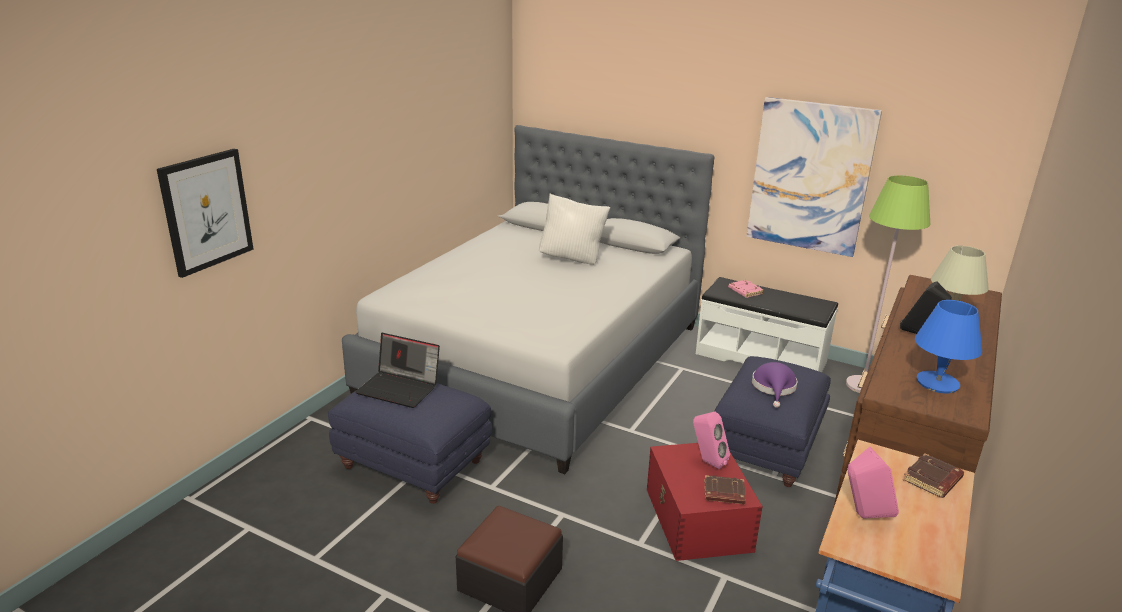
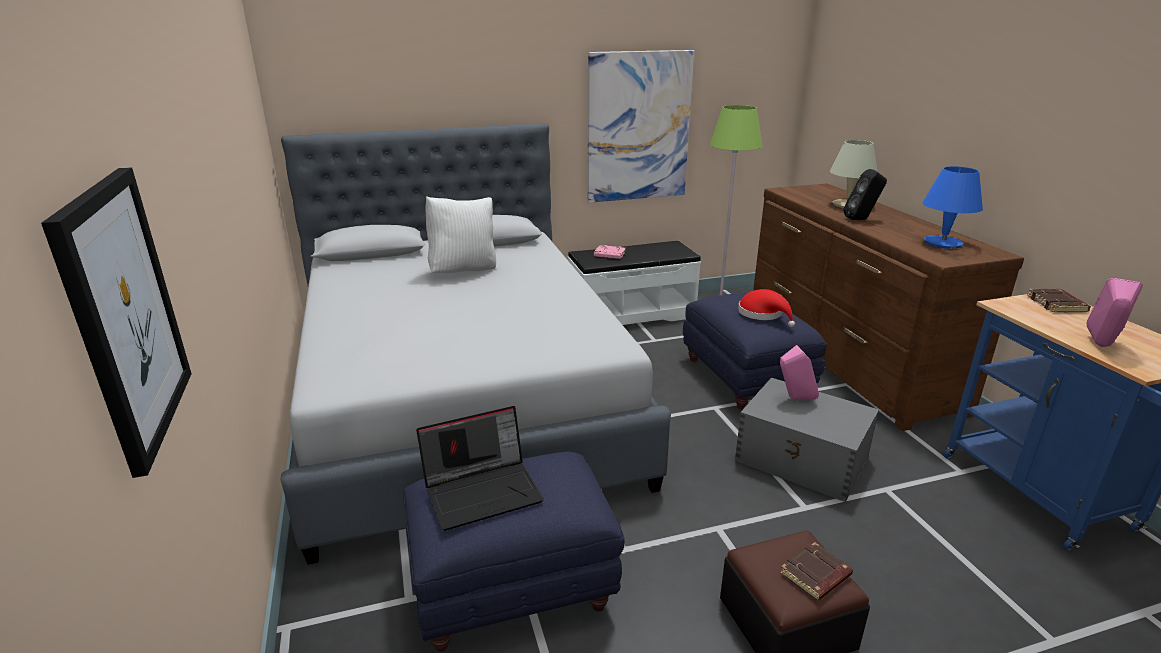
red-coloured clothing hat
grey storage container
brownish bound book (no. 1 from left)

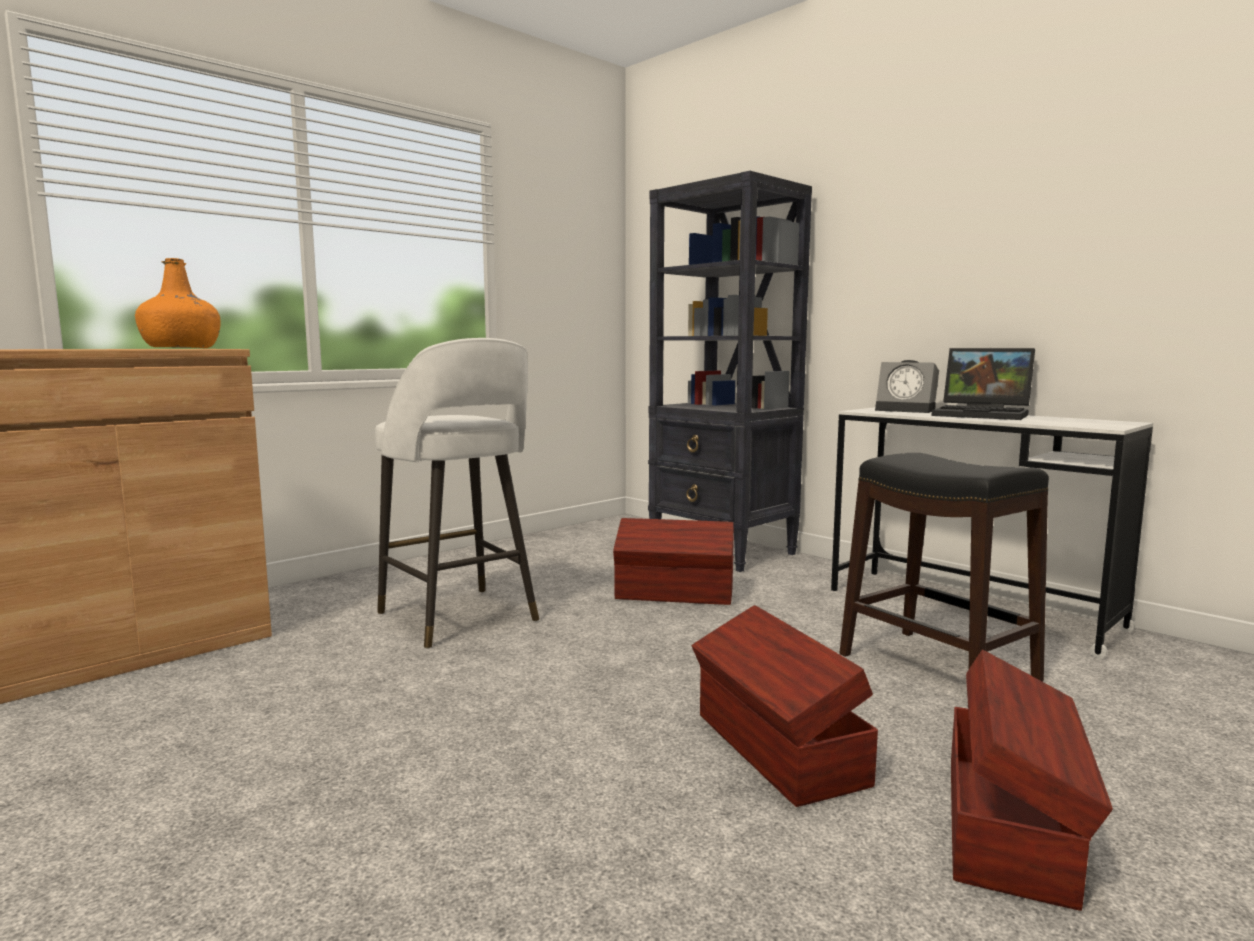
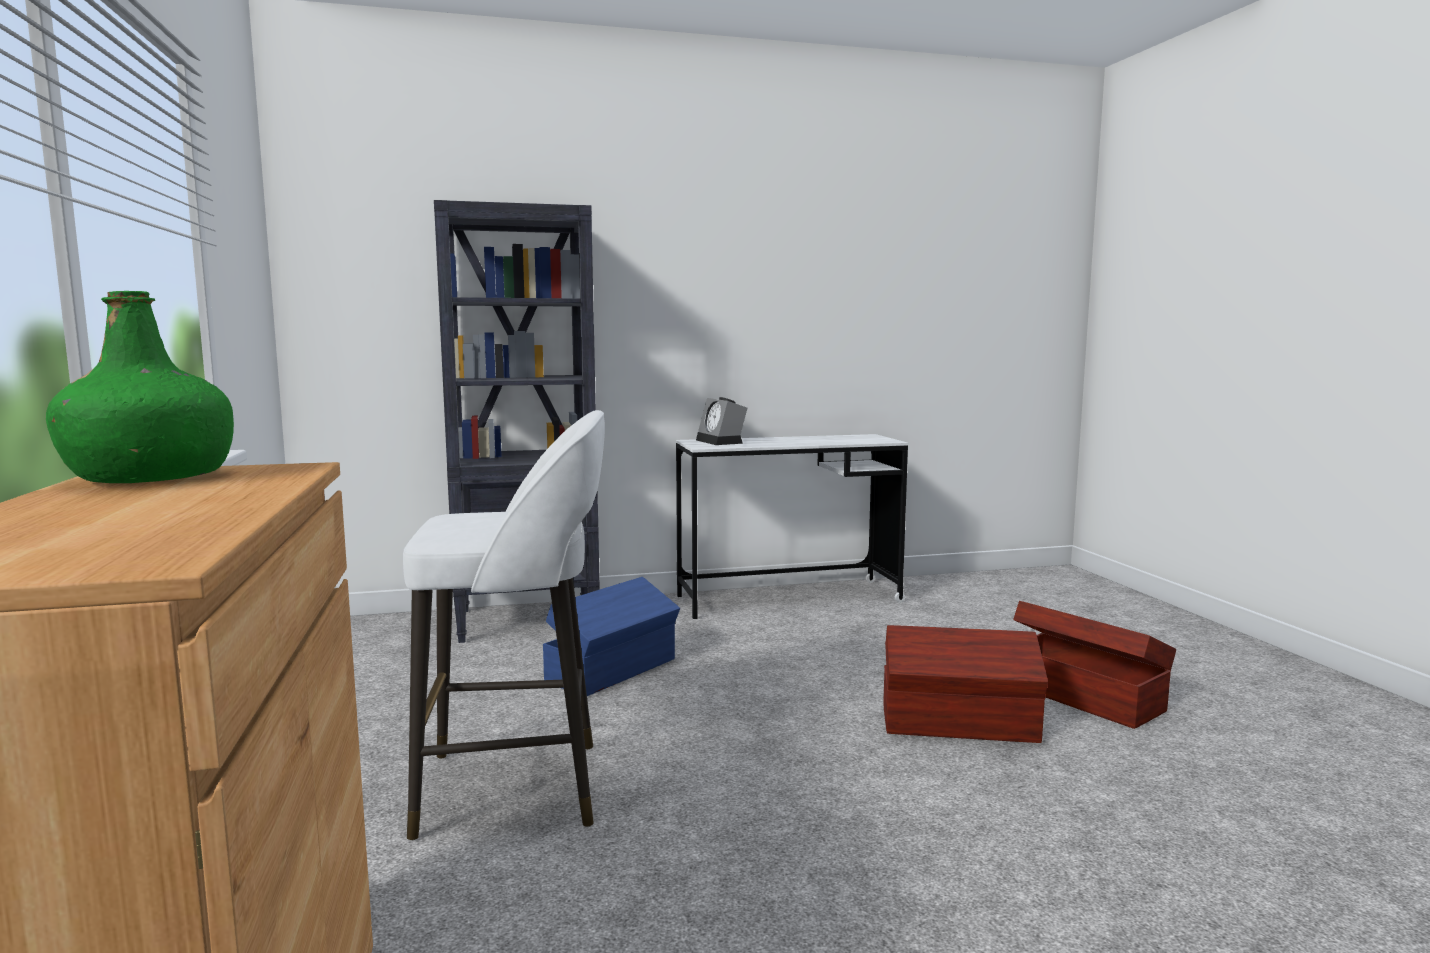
green-coloured drink bottle
laptop
bedside clock
blackish sitting stool
bluish storage container

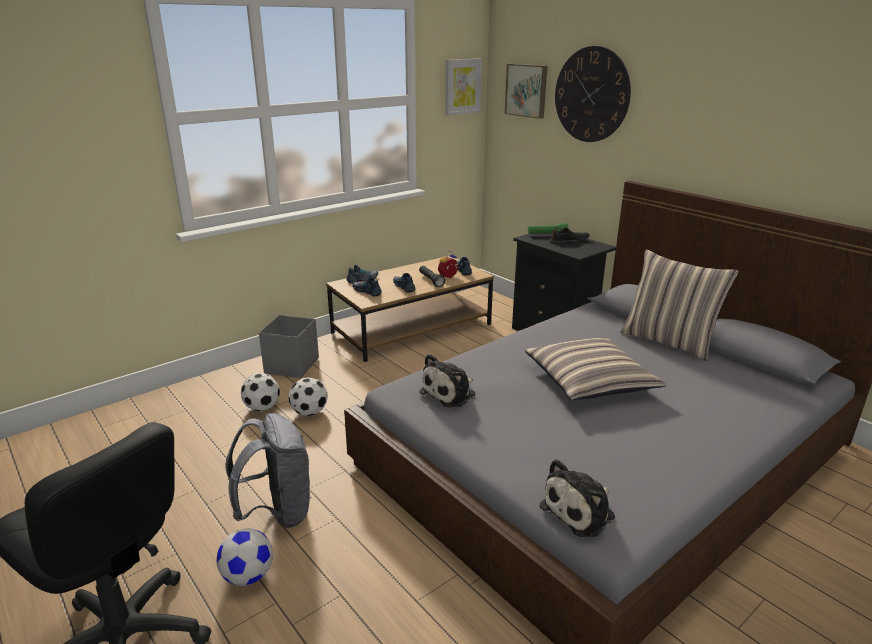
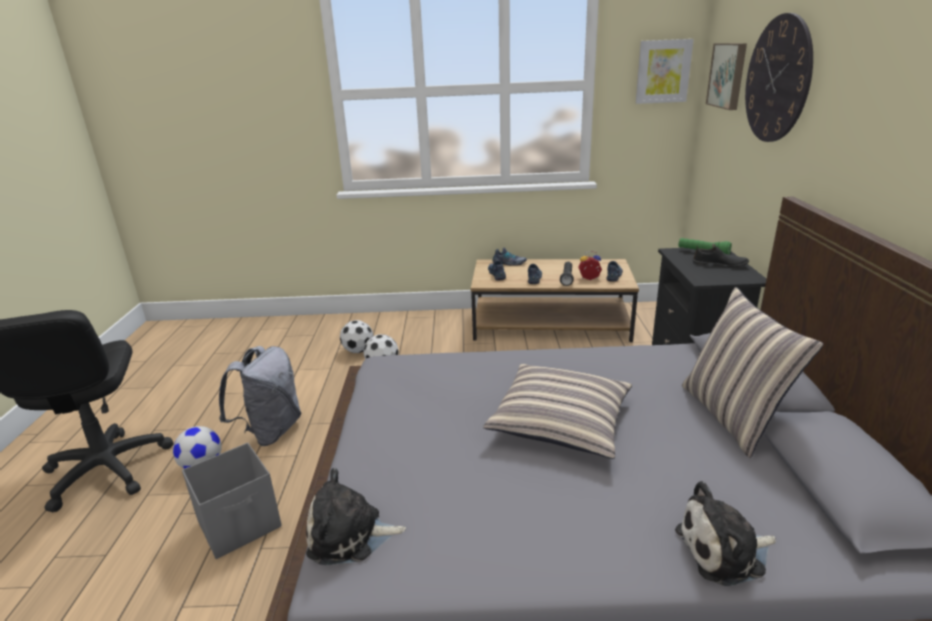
grey storage container
soft toy (no. 2 from left)

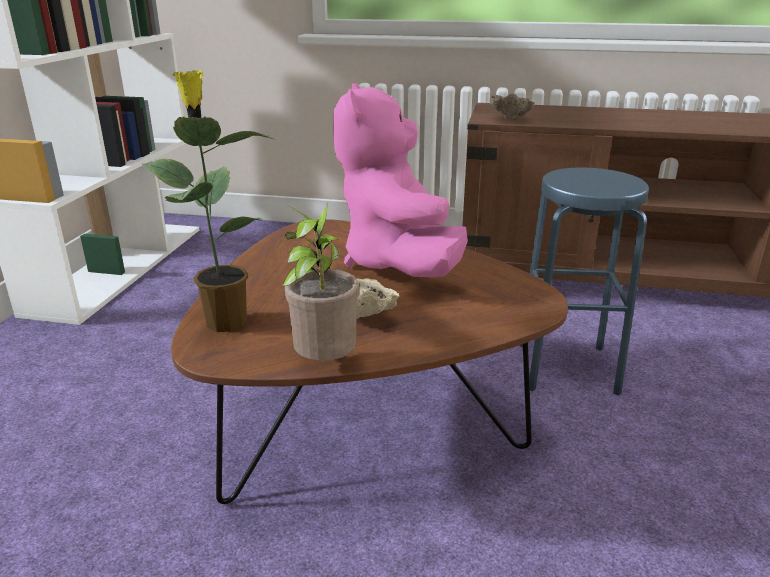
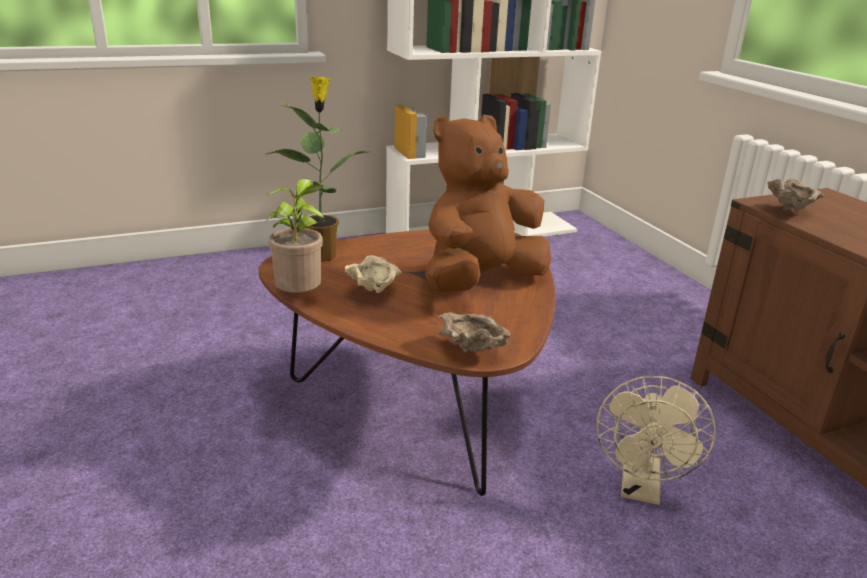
brownish soft toy
sand-coloured cooling fan
sand-coloured deep dish (no. 2 from left)

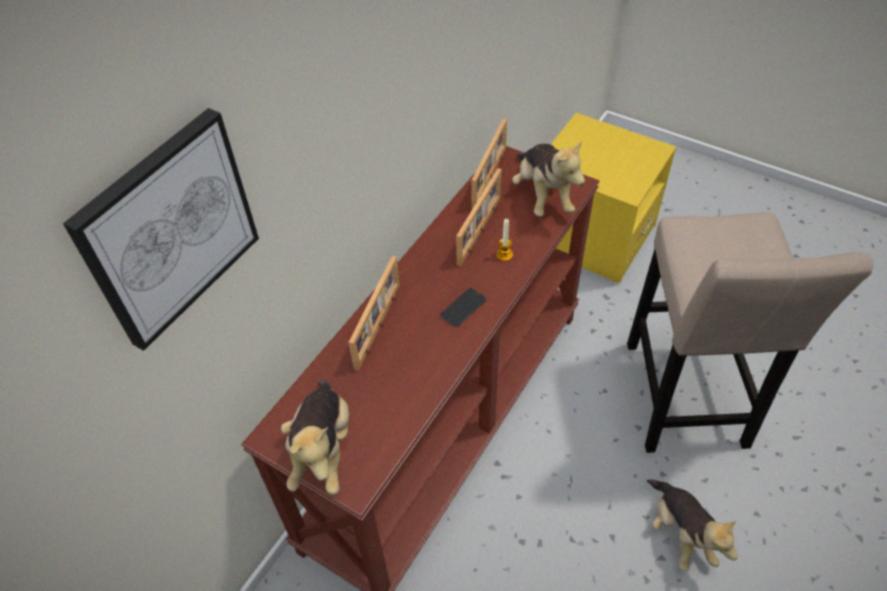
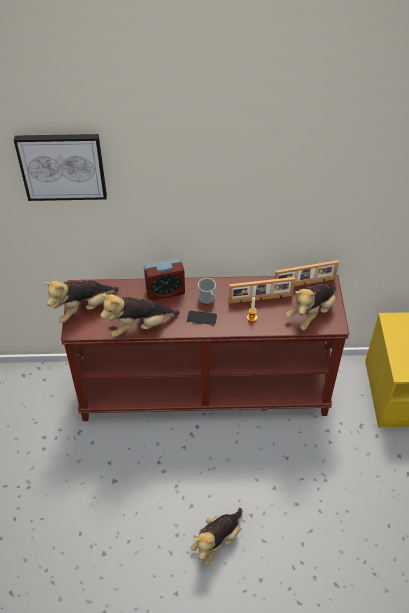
sand-coloured sitting stool
bedside clock
tea mug
soft toy (no. 2 from left)

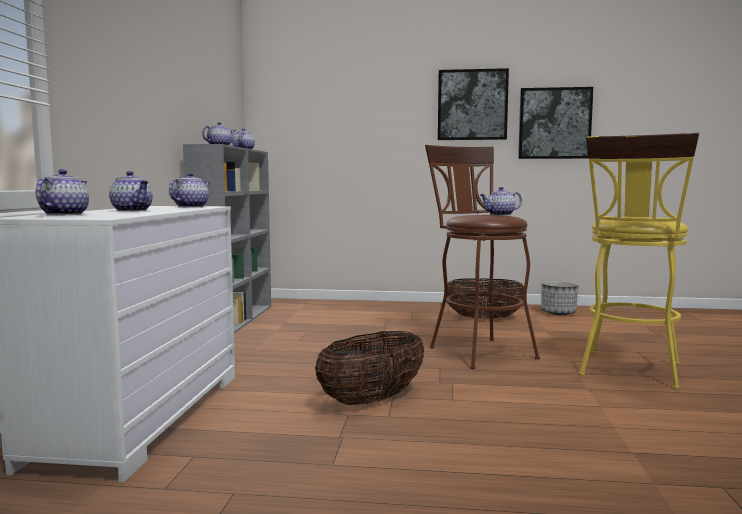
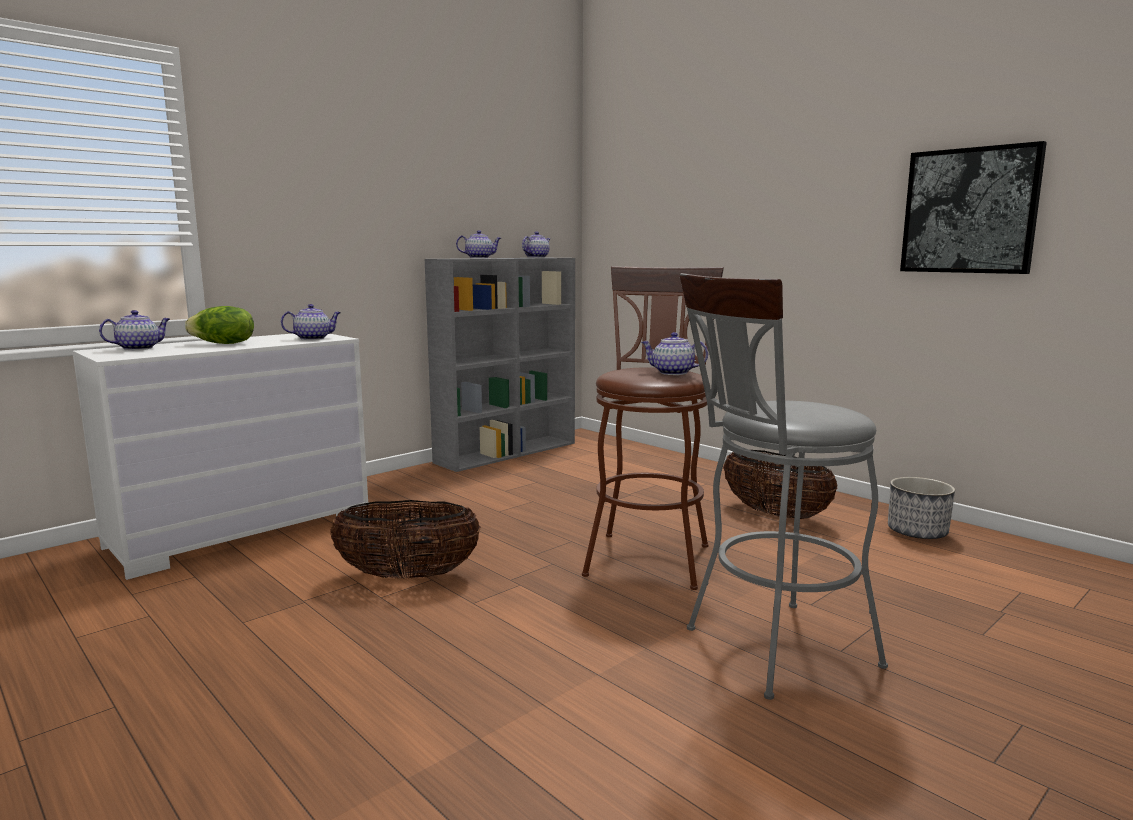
picture (no. 1 from left in the first image)
grey sitting stool
head of lettuce

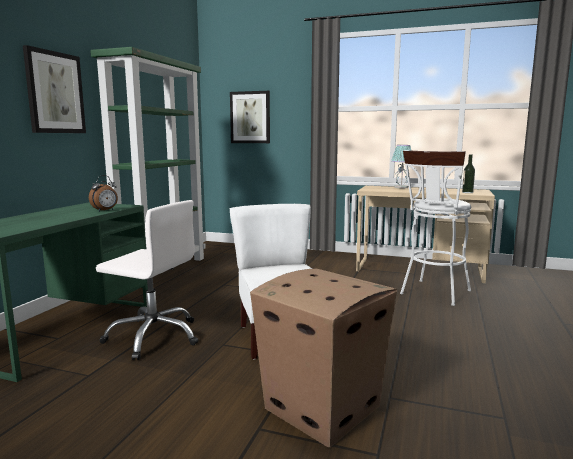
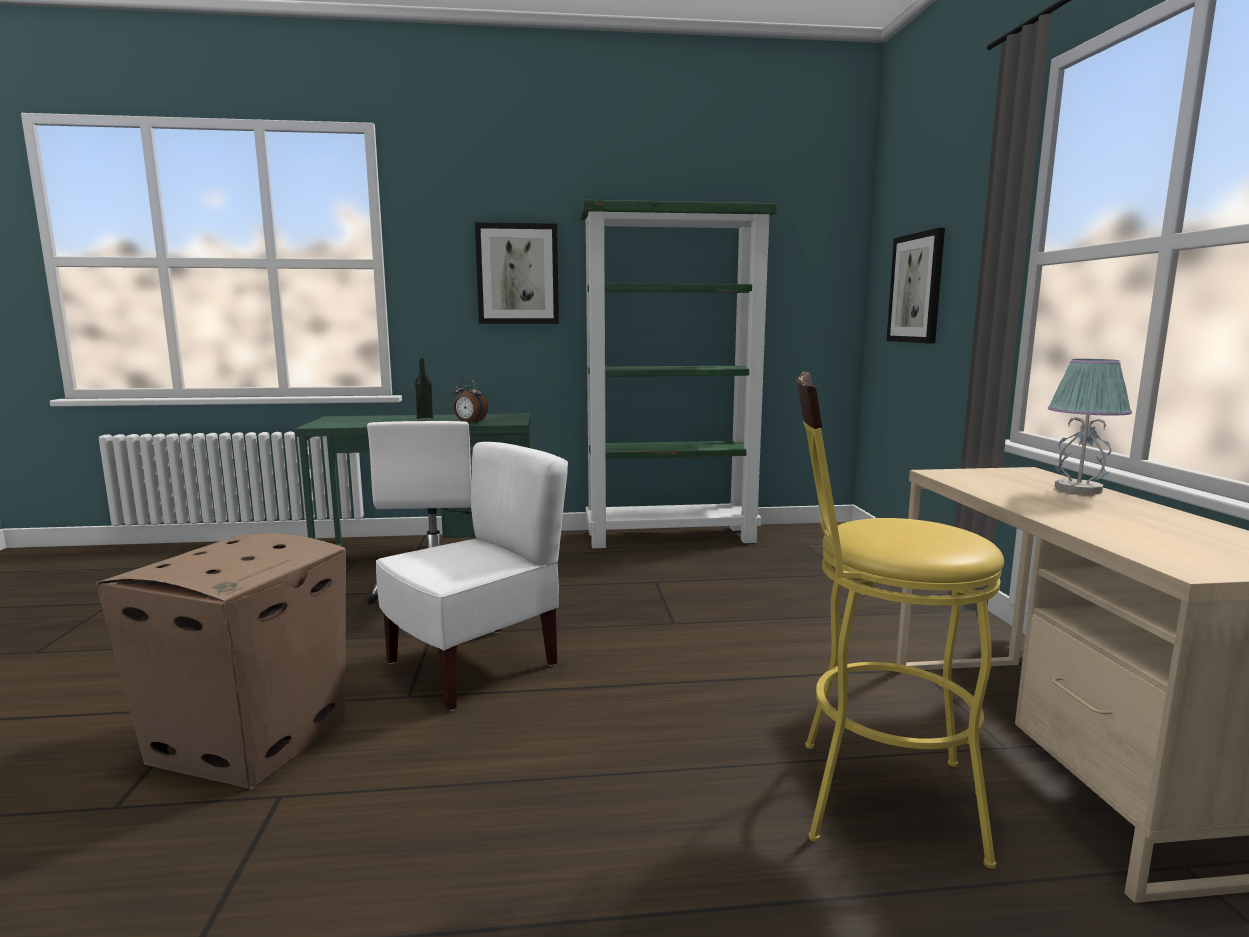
yellow sitting stool
drink bottle

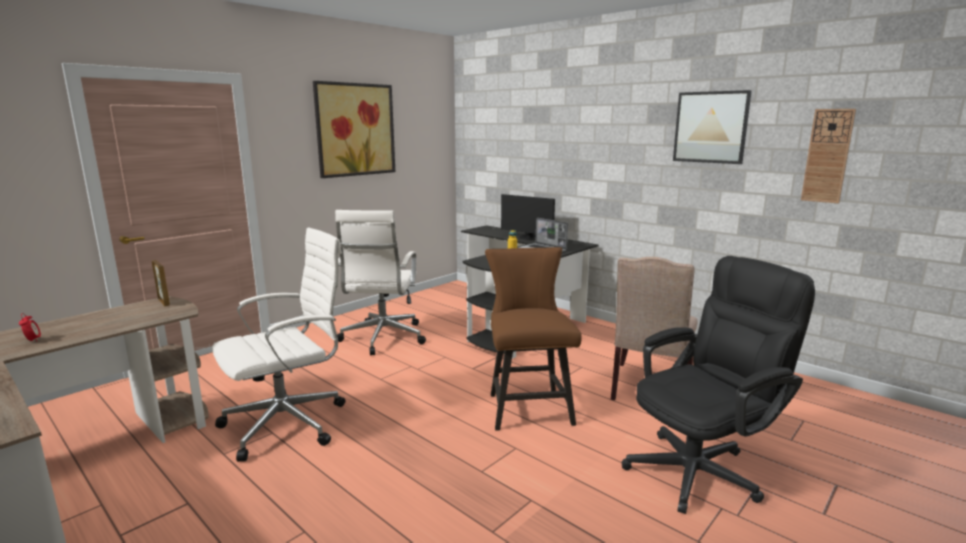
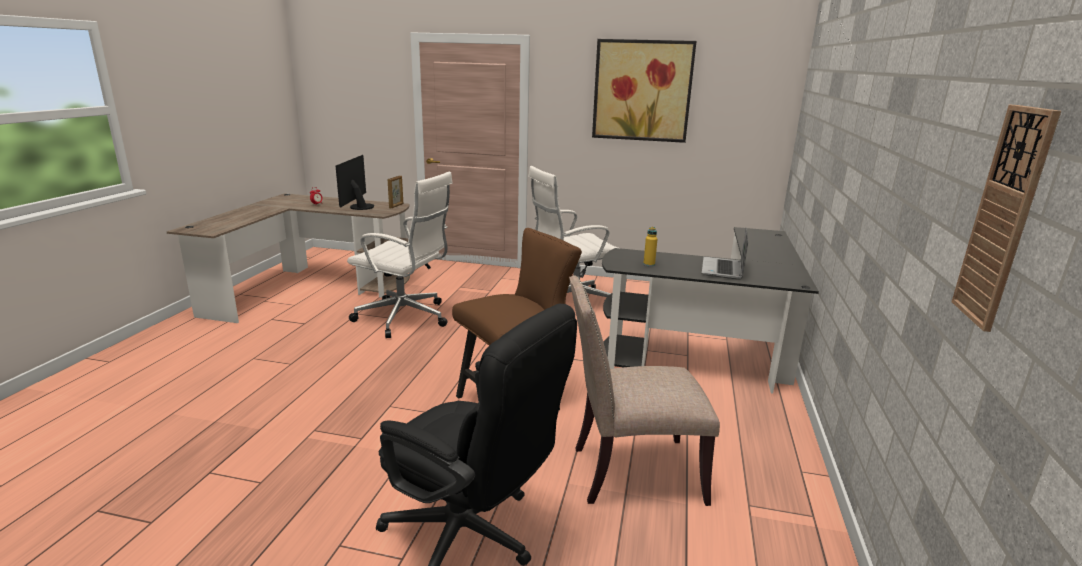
picture (no. 2 from left in the first image)
monitor

